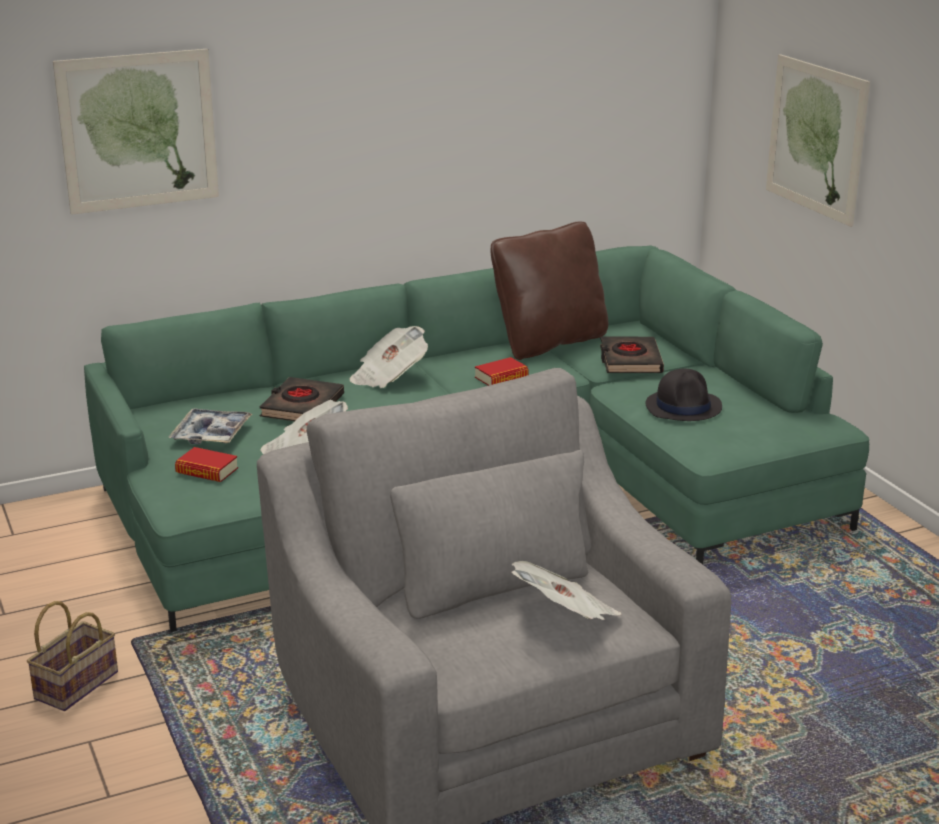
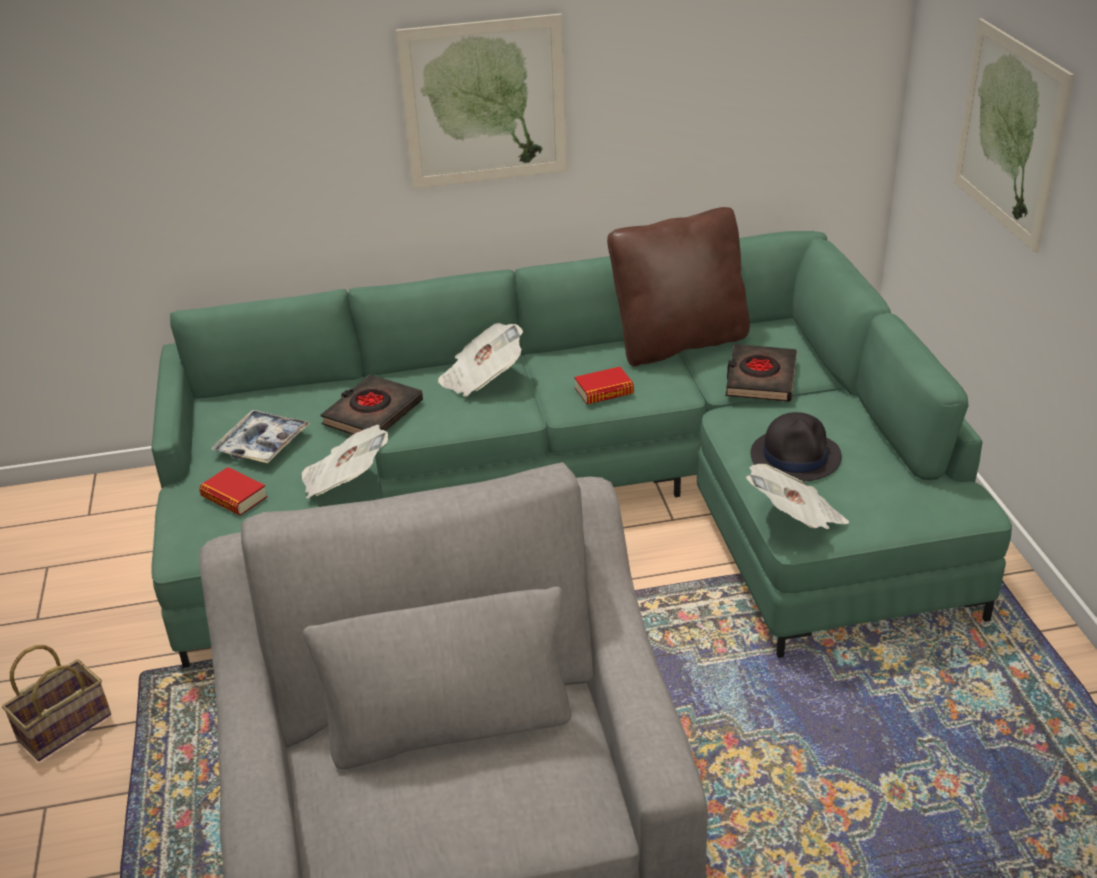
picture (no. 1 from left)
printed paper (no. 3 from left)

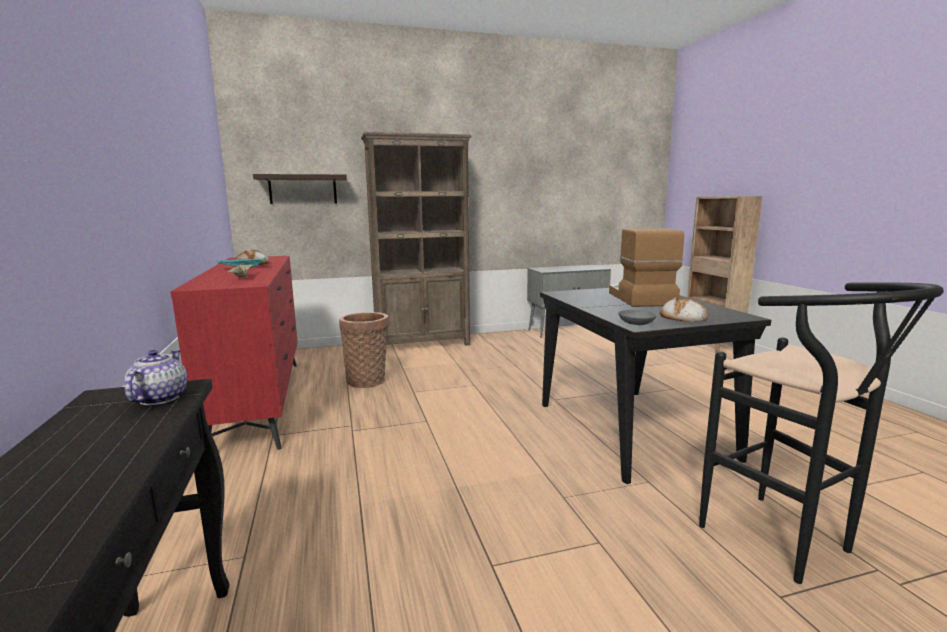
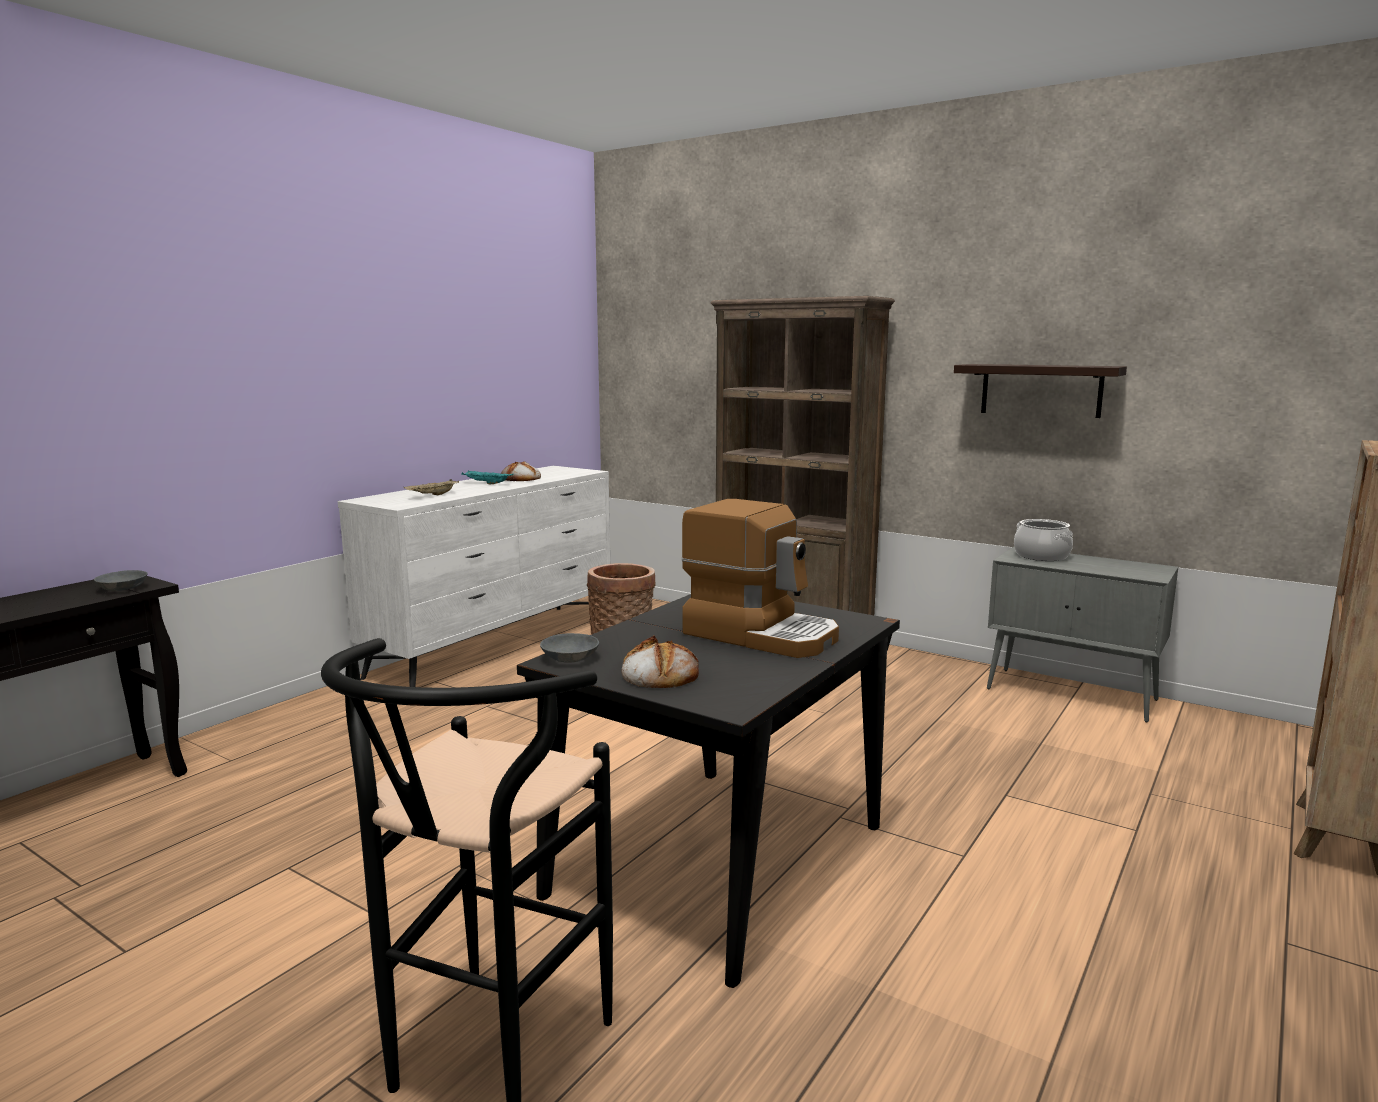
shelf
coffee maker
white chest of drawers
grey deep dish (no. 1 from left)
stockpot

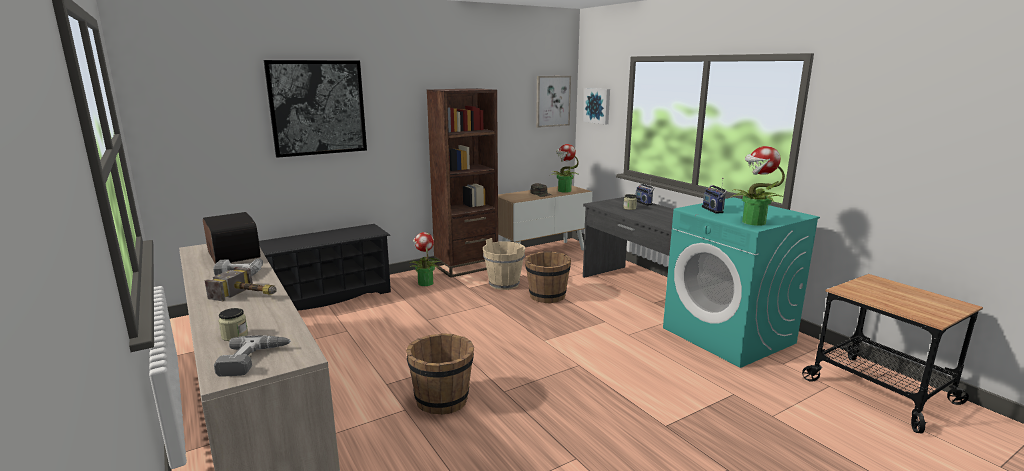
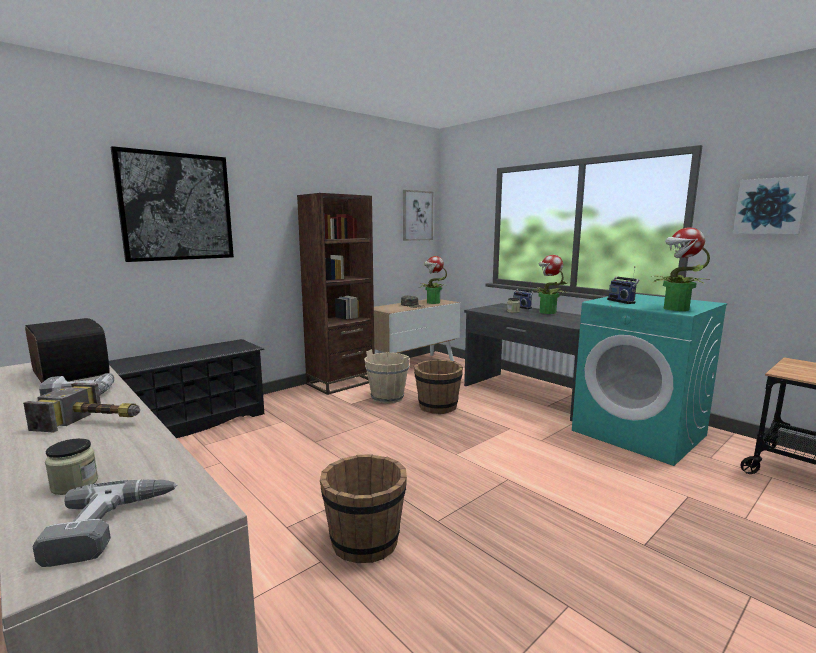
picture (no. 3 from left)
plant in a pot (no. 2 from left)

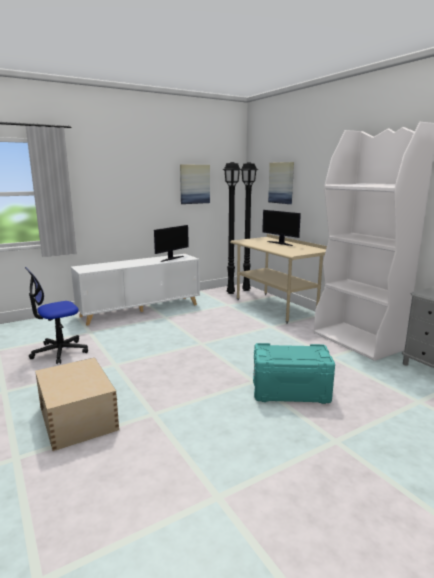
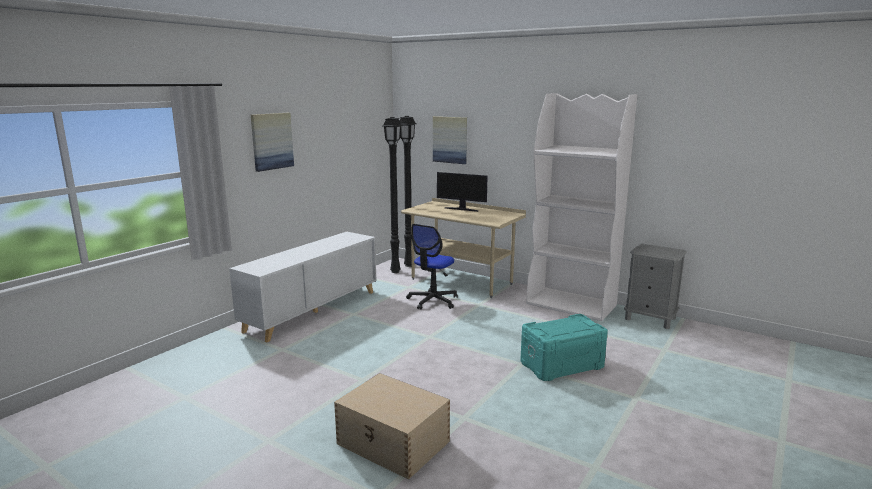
picture (no. 1 from left)
monitor (no. 1 from left in the first image)
computer chair

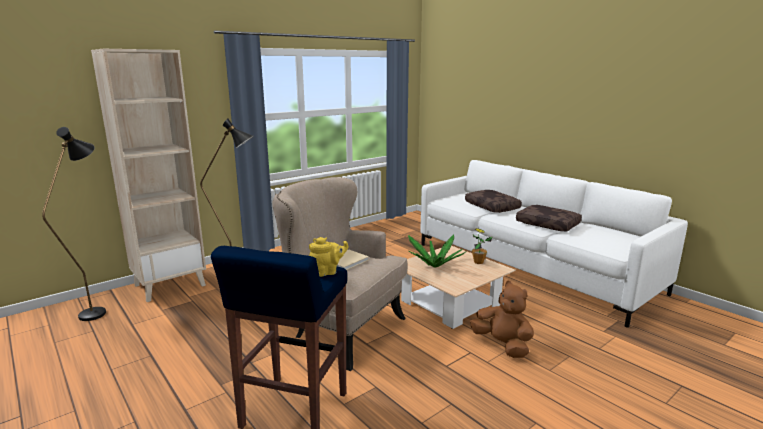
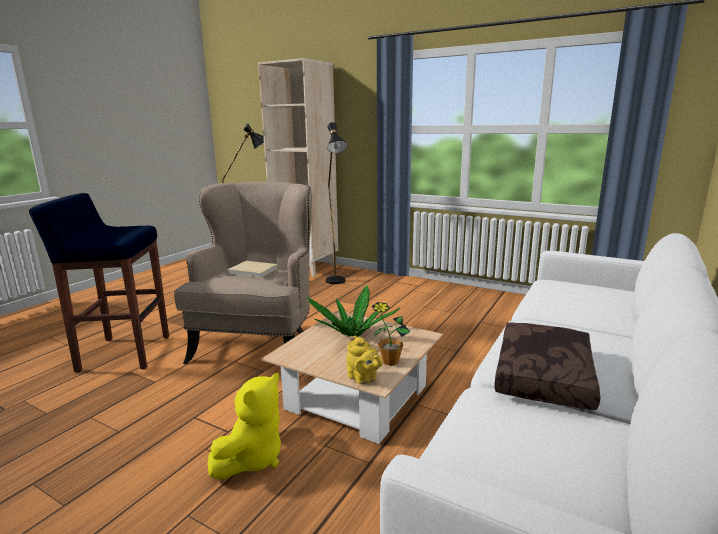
brownish throw pillow (no. 1 from left in the first image)
yellow pot for tea
yellow soft toy

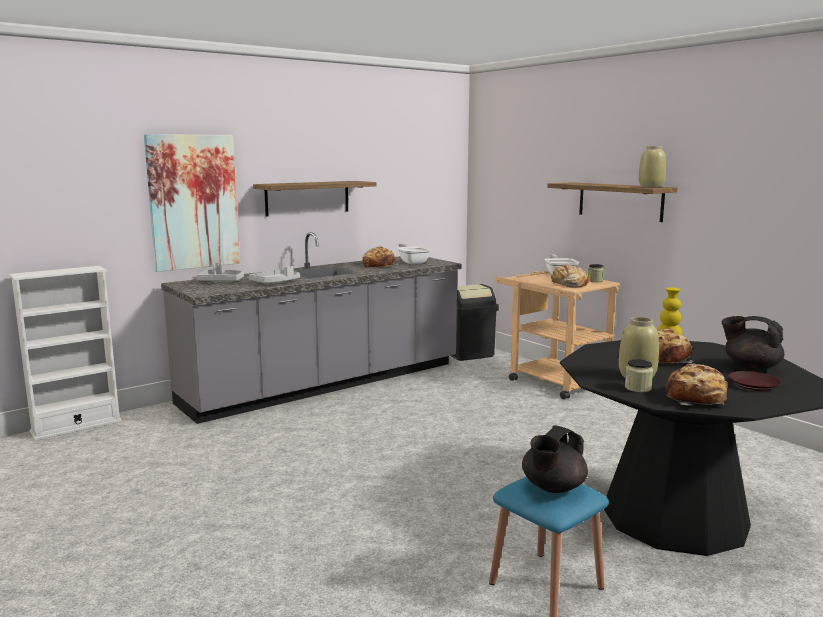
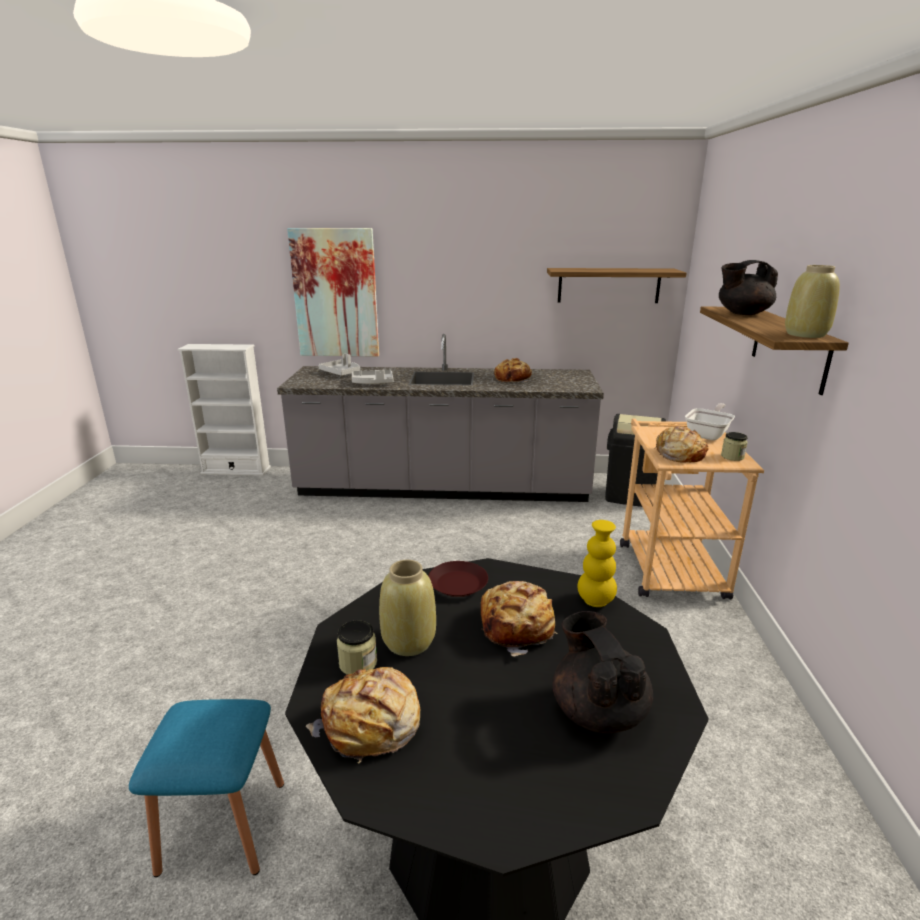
shelf (no. 1 from left)
skillet (no. 1 from left in the first image)
brownish flat dish
blackish pot for tea (no. 2 from left)

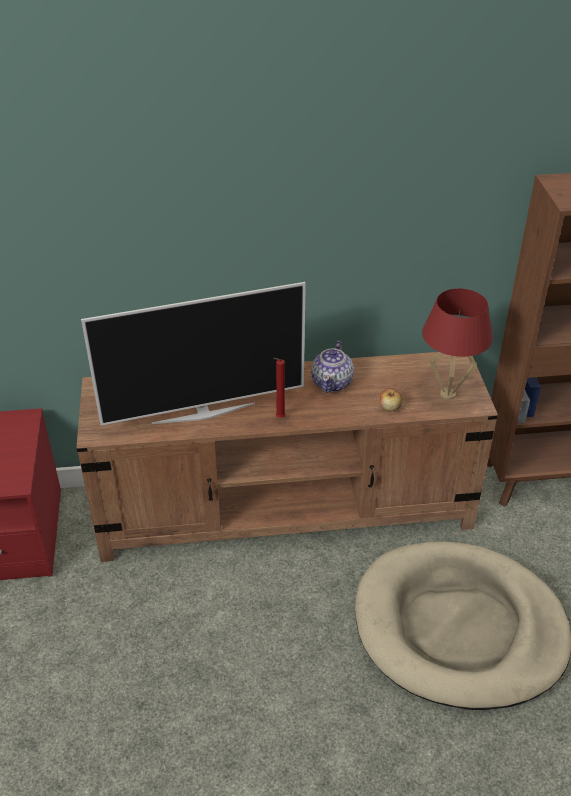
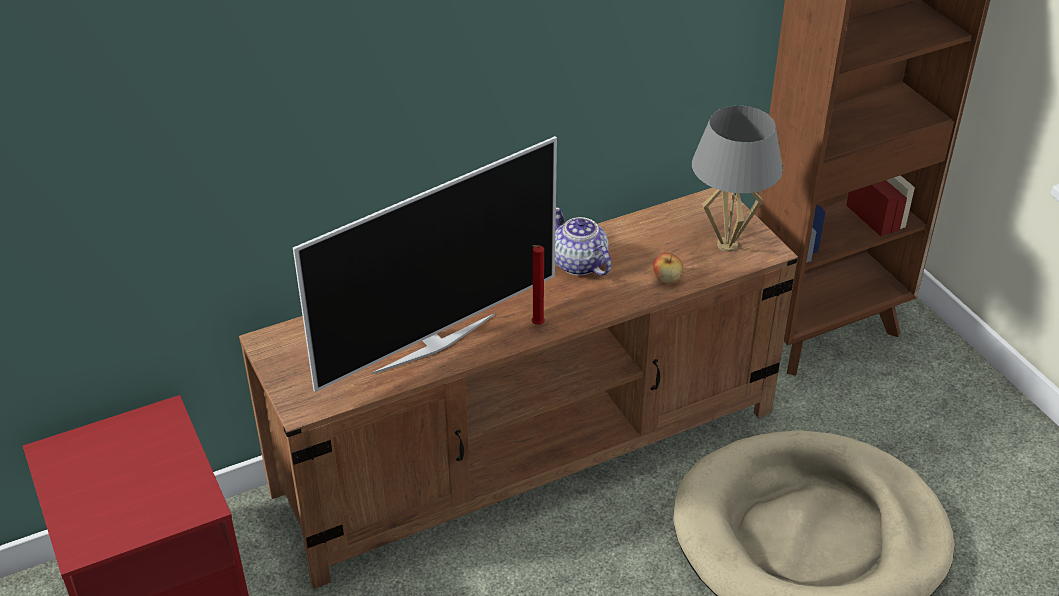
grey tabletop lamp
pot for tea

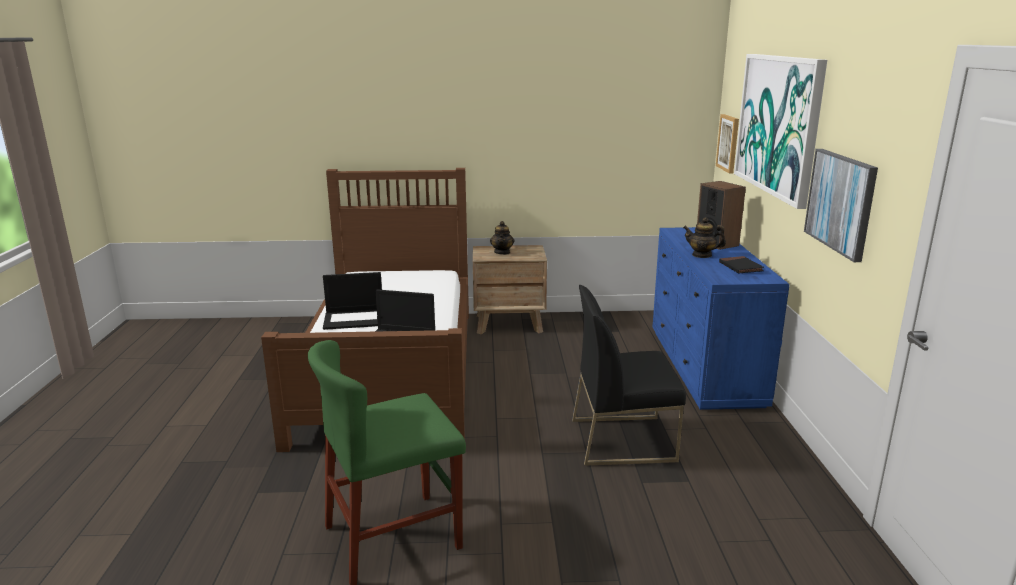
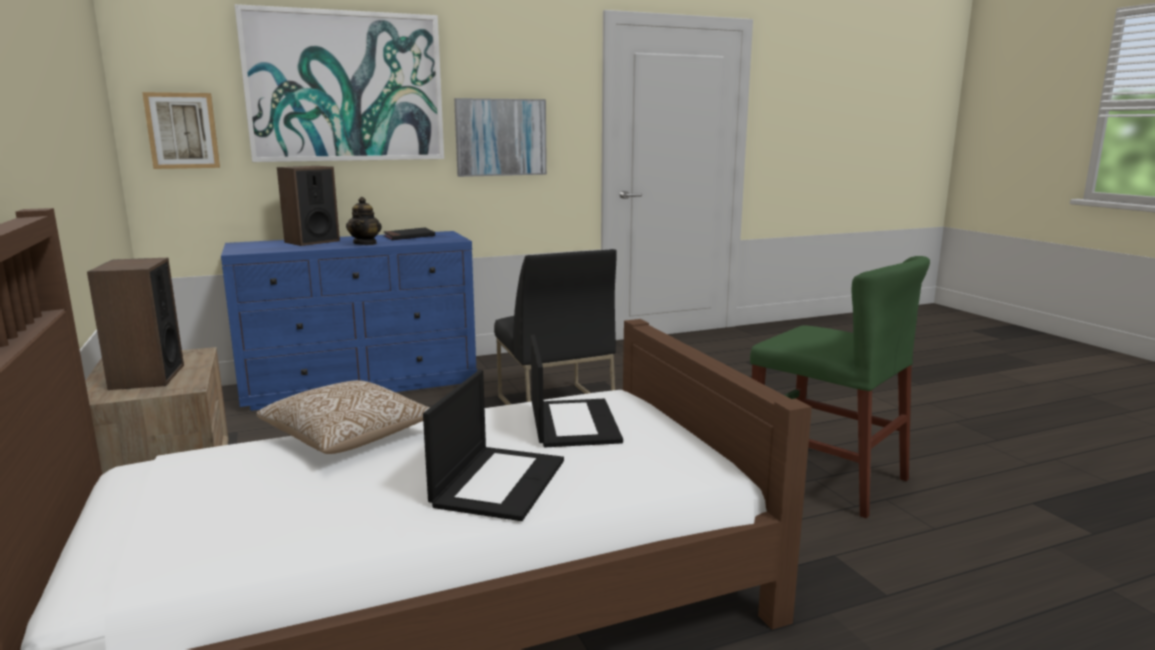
speaker (no. 1 from left)
laptop (no. 1 from left)
throw pillow

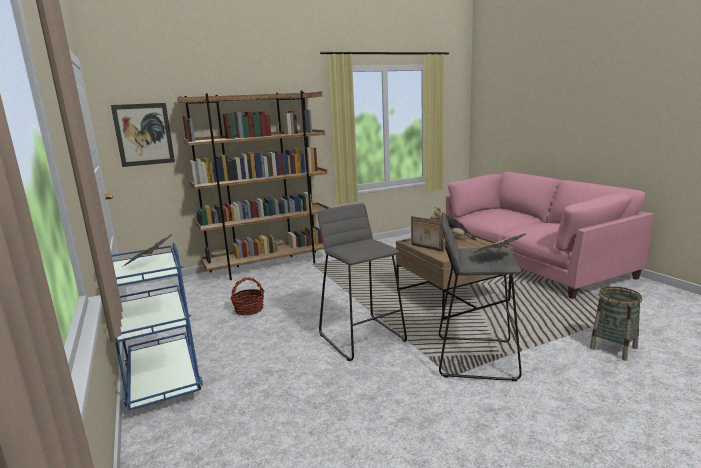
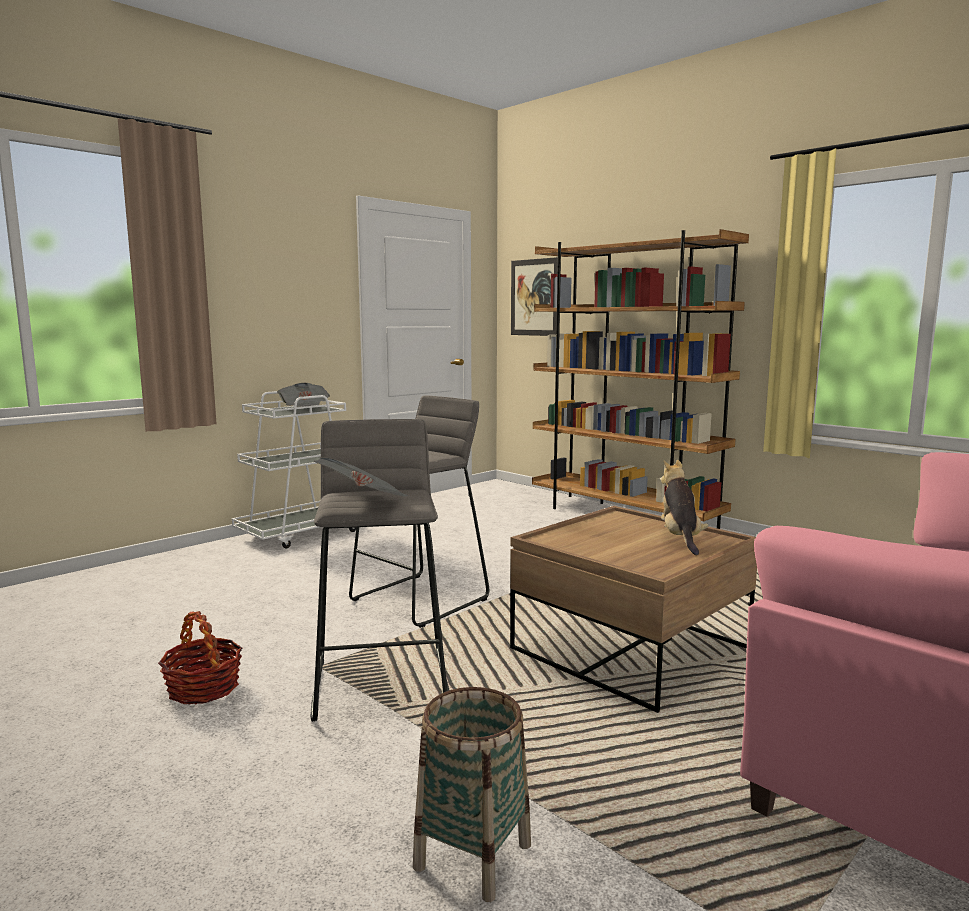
photo frame
white wheeled cart
household basket (no. 1 from left)

